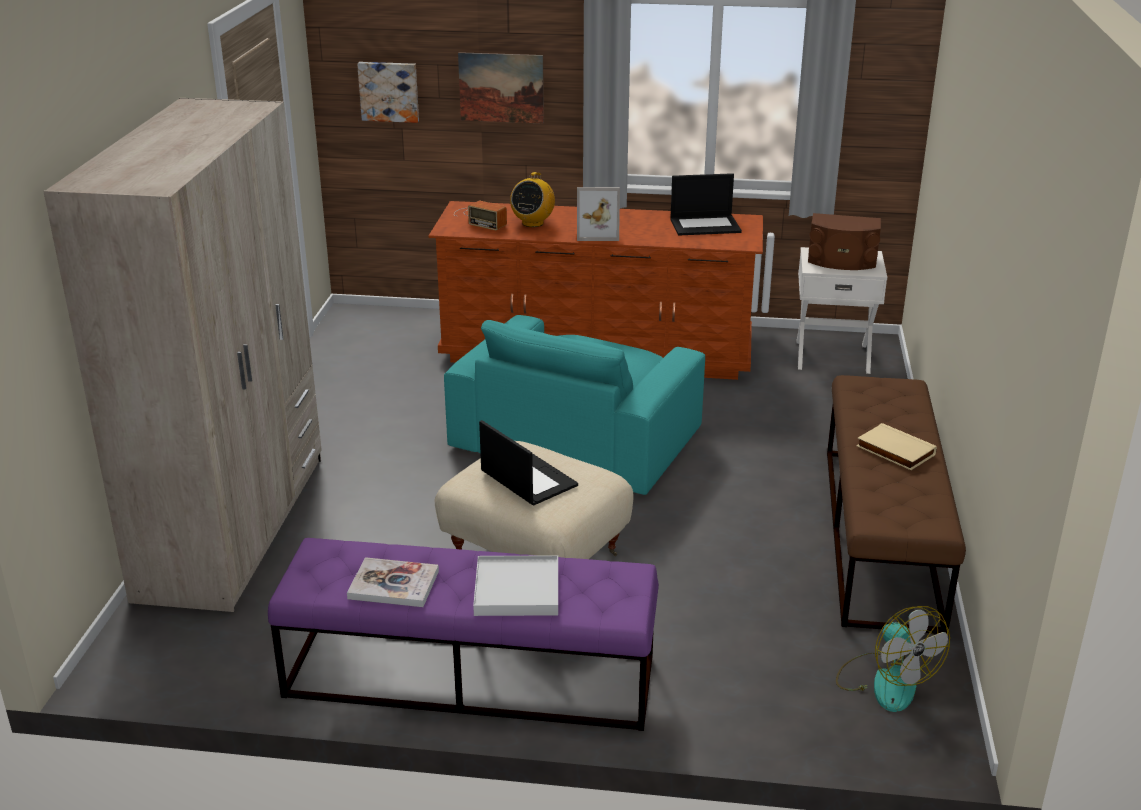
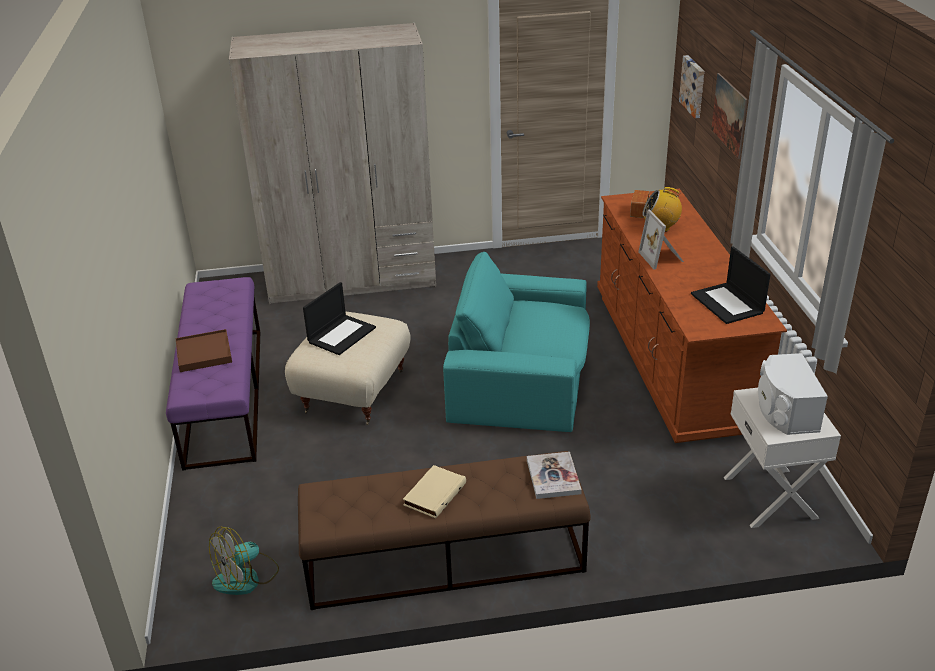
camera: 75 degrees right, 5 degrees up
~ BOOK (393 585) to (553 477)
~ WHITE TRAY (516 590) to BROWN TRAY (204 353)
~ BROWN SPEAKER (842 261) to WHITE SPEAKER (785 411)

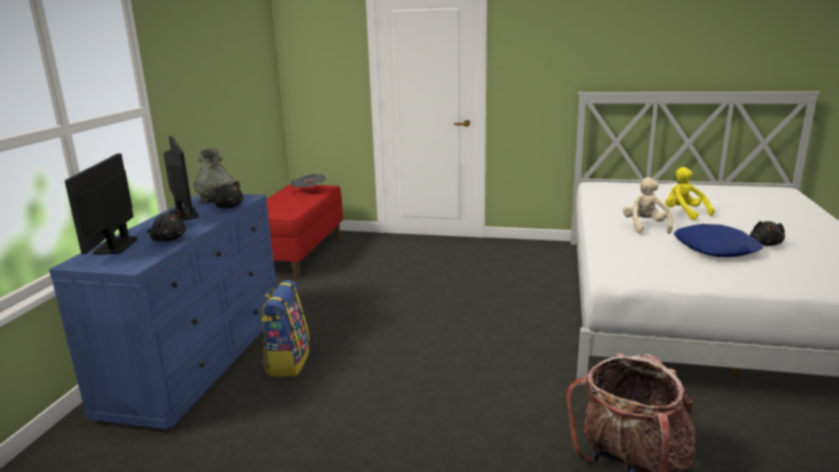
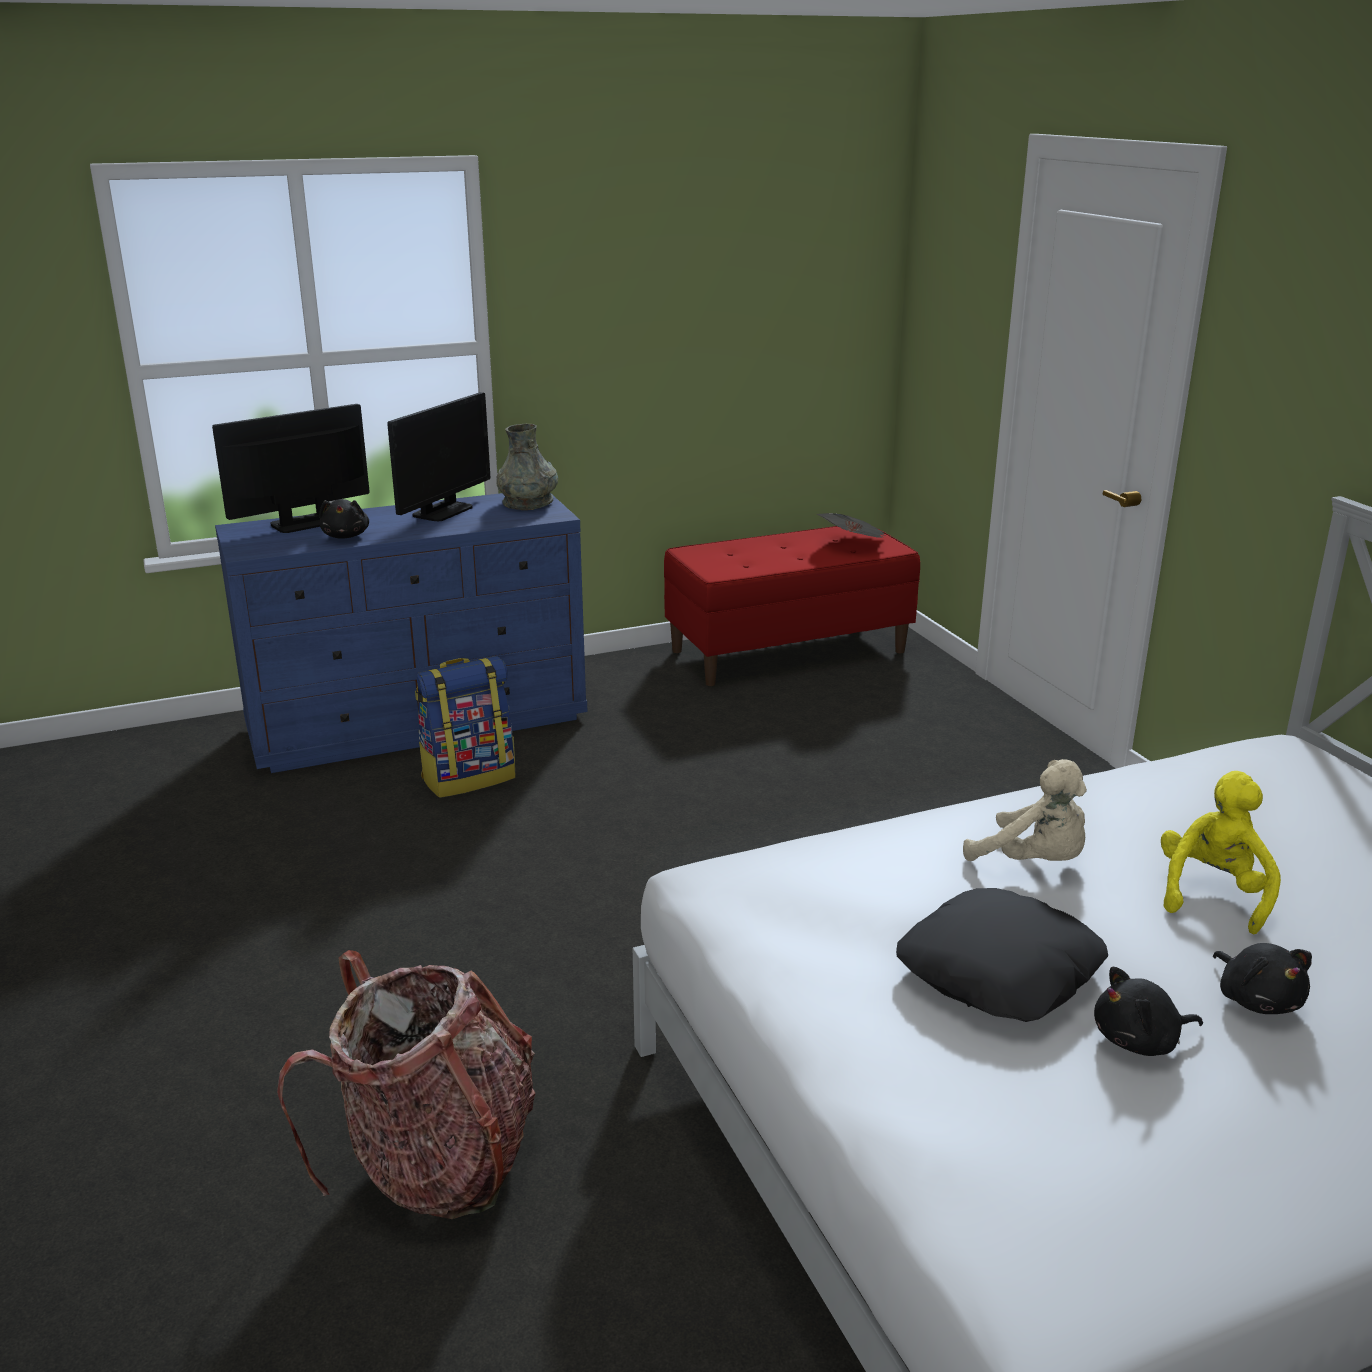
camera: 55 degrees right, 5 degrees up
~ BLACK PLUSH TOY (228 207) to (1257 999)
~ BLUE PILLOW (716 249) to BLACK PILLOW (1001 971)
~ BEIGE PLUSH TOY (645 227) = (1033 862) 75 degrees clockwise

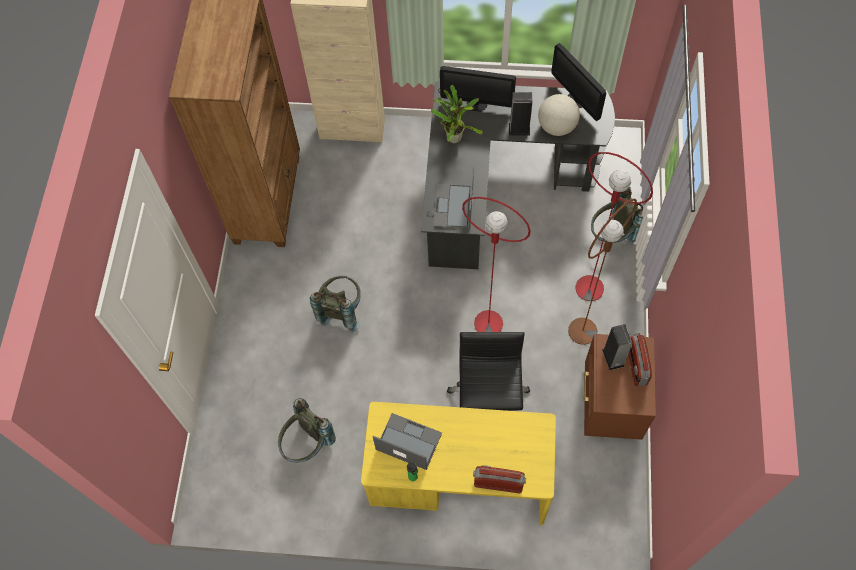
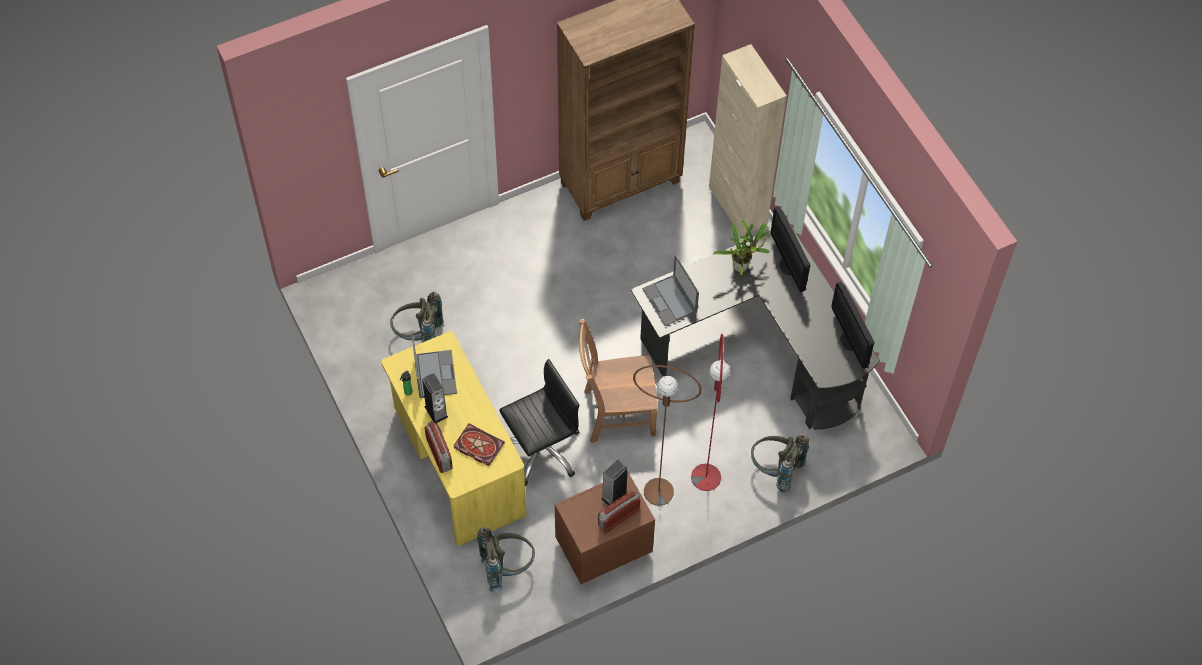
camera: 55 degrees right, 5 degrees down
- GLOBE (557 127)
+ BOOK (477 446)
~ GREY BACKPACK (341 310) to (507 567)
~ SPEAKER (519 129) to (436 411)
~ RED FLOOR LAMP (488 323) to BROWN CHAIR (615 413)
~ LAPTOP (453 207) = (670 301) 90 degrees counterclockwise
~ MONITOR (576 100) = (850 341) 45 degrees counterclockwise

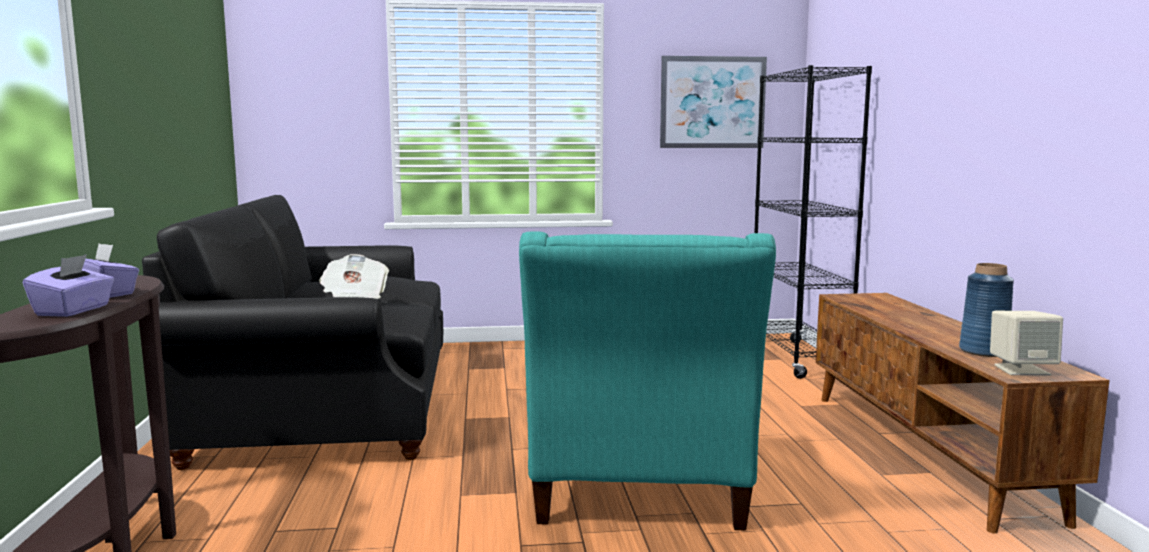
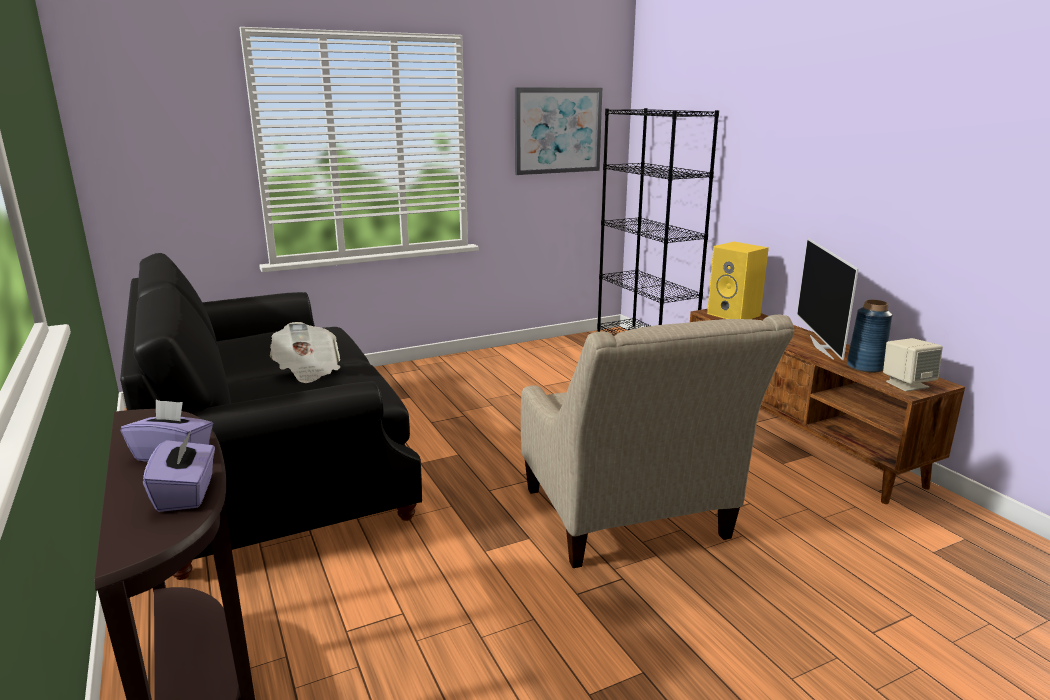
camera: 20 degrees left, 10 degrees up
+ YELLOW SPEAKER (735 315)
+ TELEVISION (822 347)
~ TURQUOISE ARMCHAIR (638 497) to BEIGE ARMCHAIR (630 522)

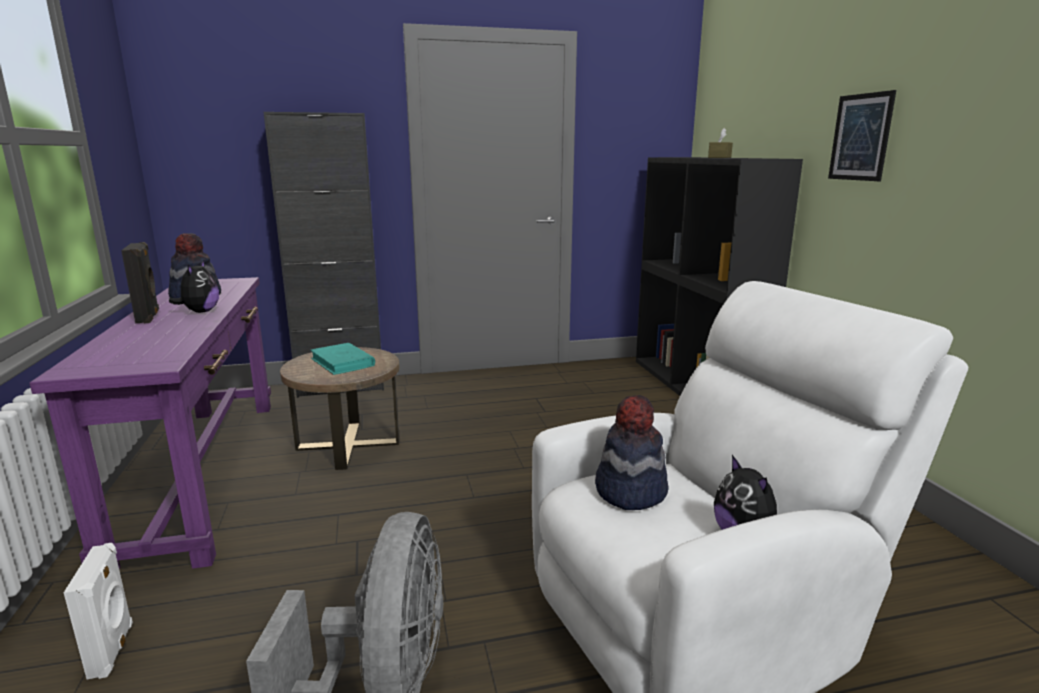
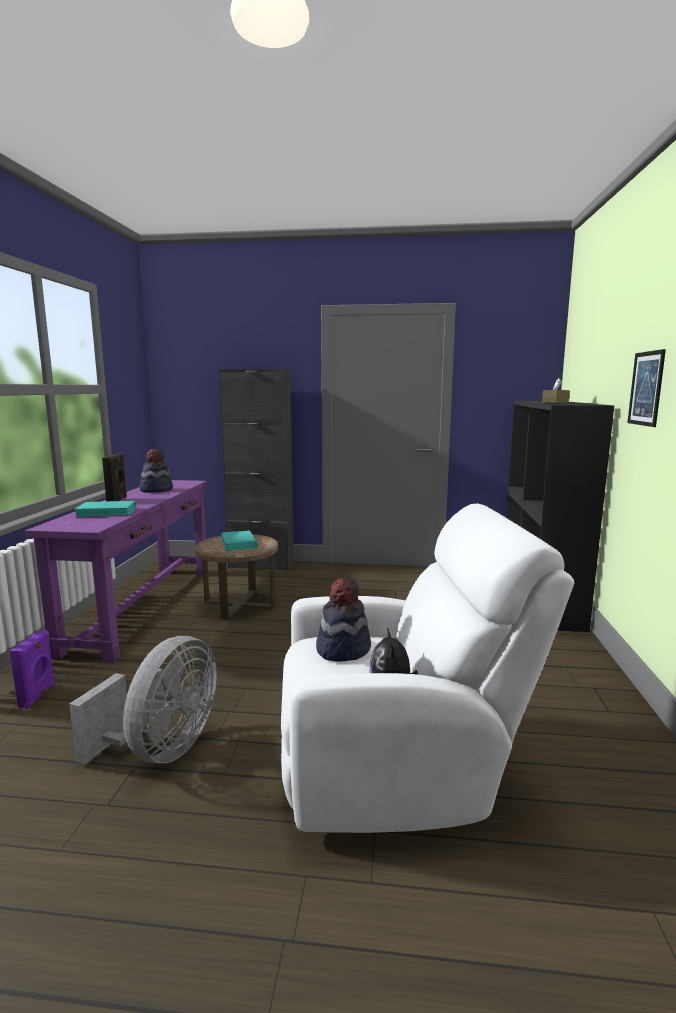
camera: 20 degrees right, 5 degrees down
- PLUSH TOY (200 312)
+ TURQUOISE BOOK (107 512)
~ WHITE SPEAKER (113 650) to PURPLE SPEAKER (38 696)

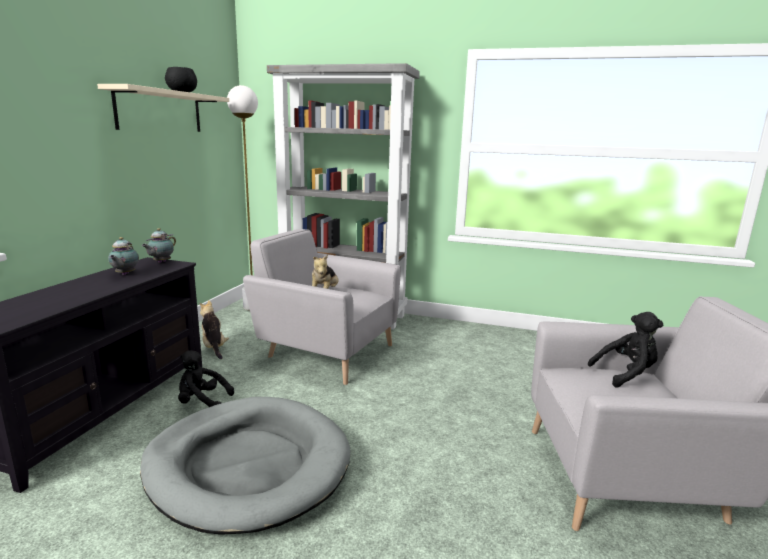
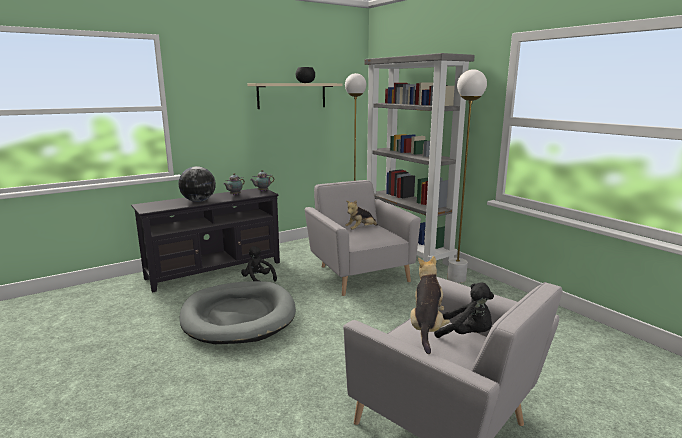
camera: 40 degrees right, 0 degrees up
+ GLOBE (199 201)
+ WHITE FLOOR LAMP (456 279)
~ PLUSH TOY (214 347) to (426 328)

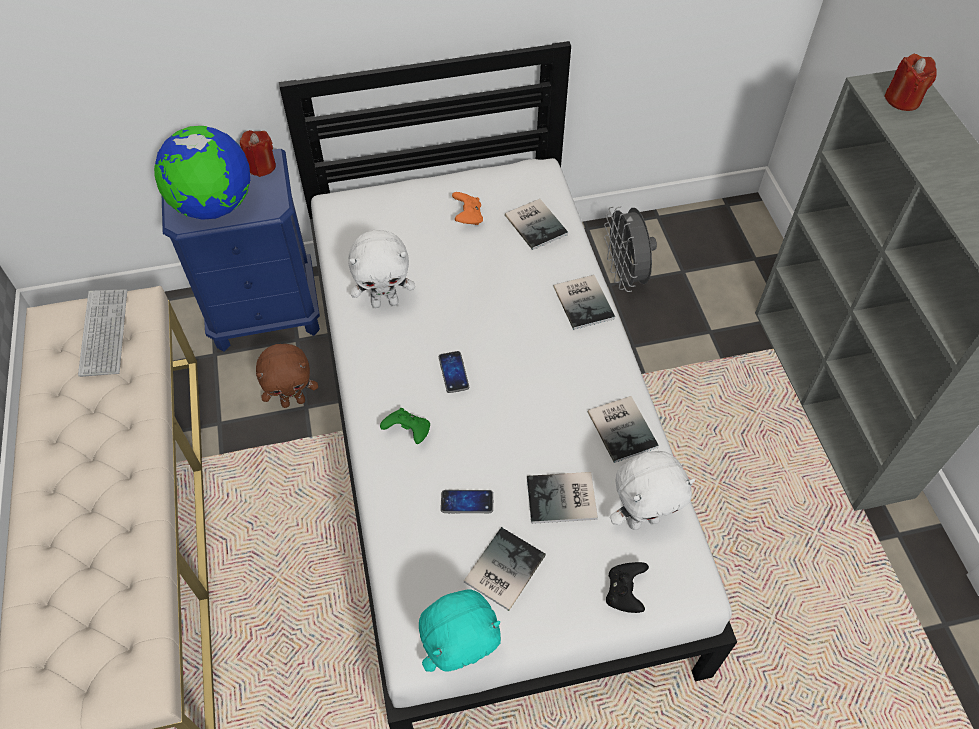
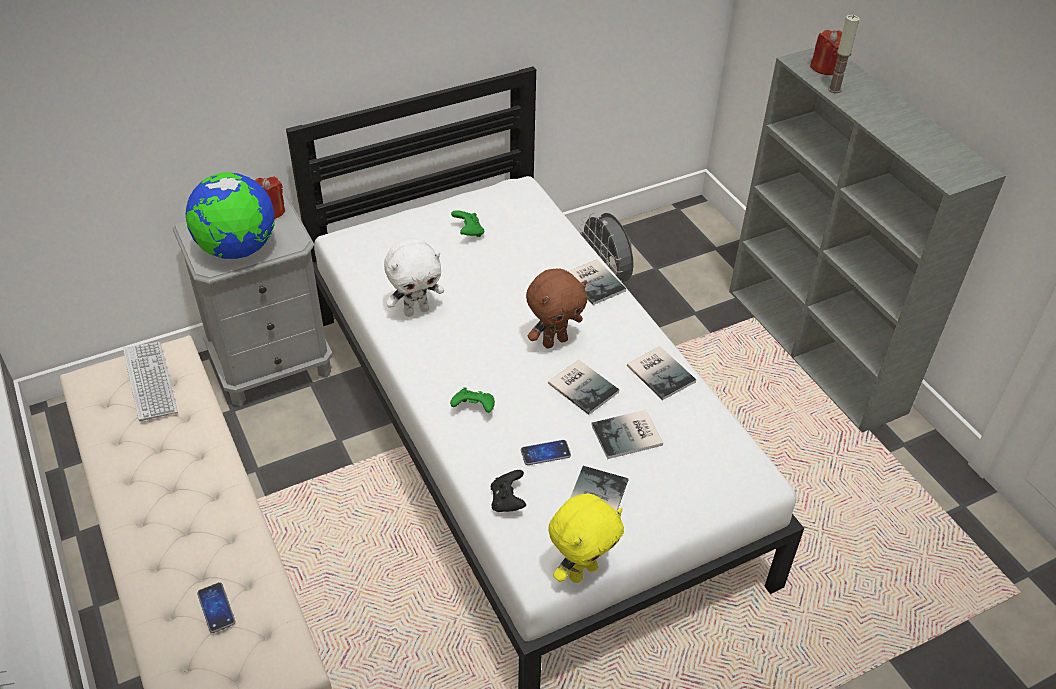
camera: 15 degrees left, 10 degrees down
- WHITE PLUSH TOY (642 519)
+ CANDLE (834 89)
~ BROWN PLUSH TOY (293 401) to (554 341)
~ PHONE (453 372) to (216 608)
~ BOOK (536 223) to (583 386)
~ BLACK GAME CONTROLLER (625 592) to (507 501)
~ BLUE NIGHTSTAND (266 312) to GREY NIGHTSTAND (272 365)
~ TURQUOISE PLUSH TOY (462 656) to YELLOW PLUSH TOY (582 571)
~ ORANGE GAME CONTROLLER (468 217) to GREEN GAME CONTROLLER (468 232)

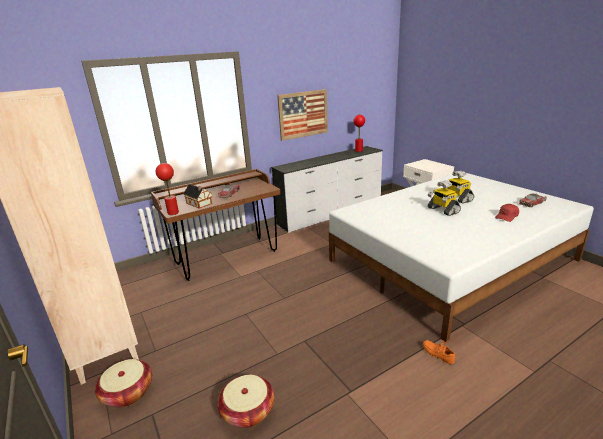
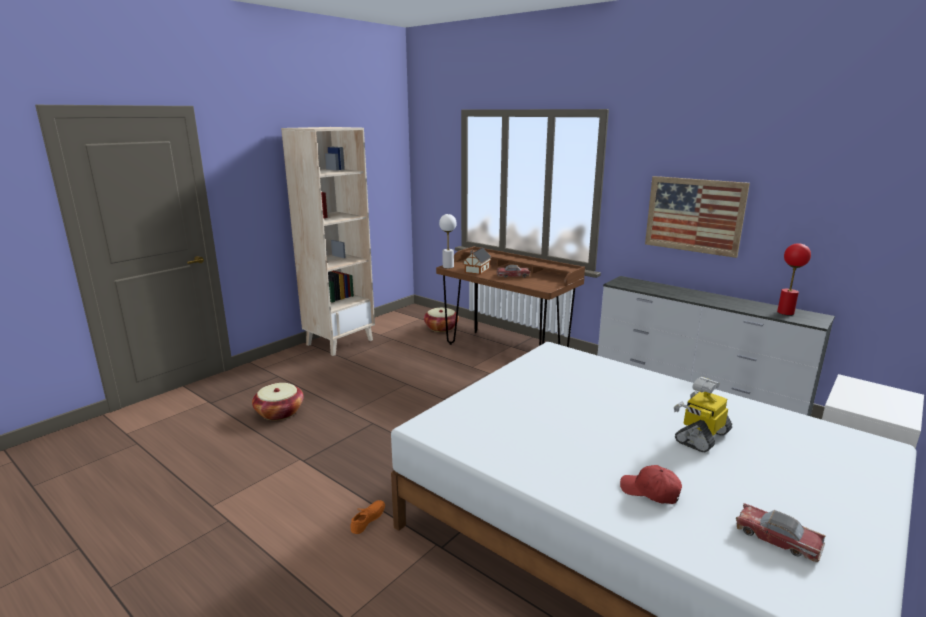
camera: 70 degrees right, 5 degrees down
- TOY ROBOT (442 210)
~ BASKET (128 393) to (441 328)
~ RED TABLE LAMP (173 213) to WHITE TABLE LAMP (448 267)

